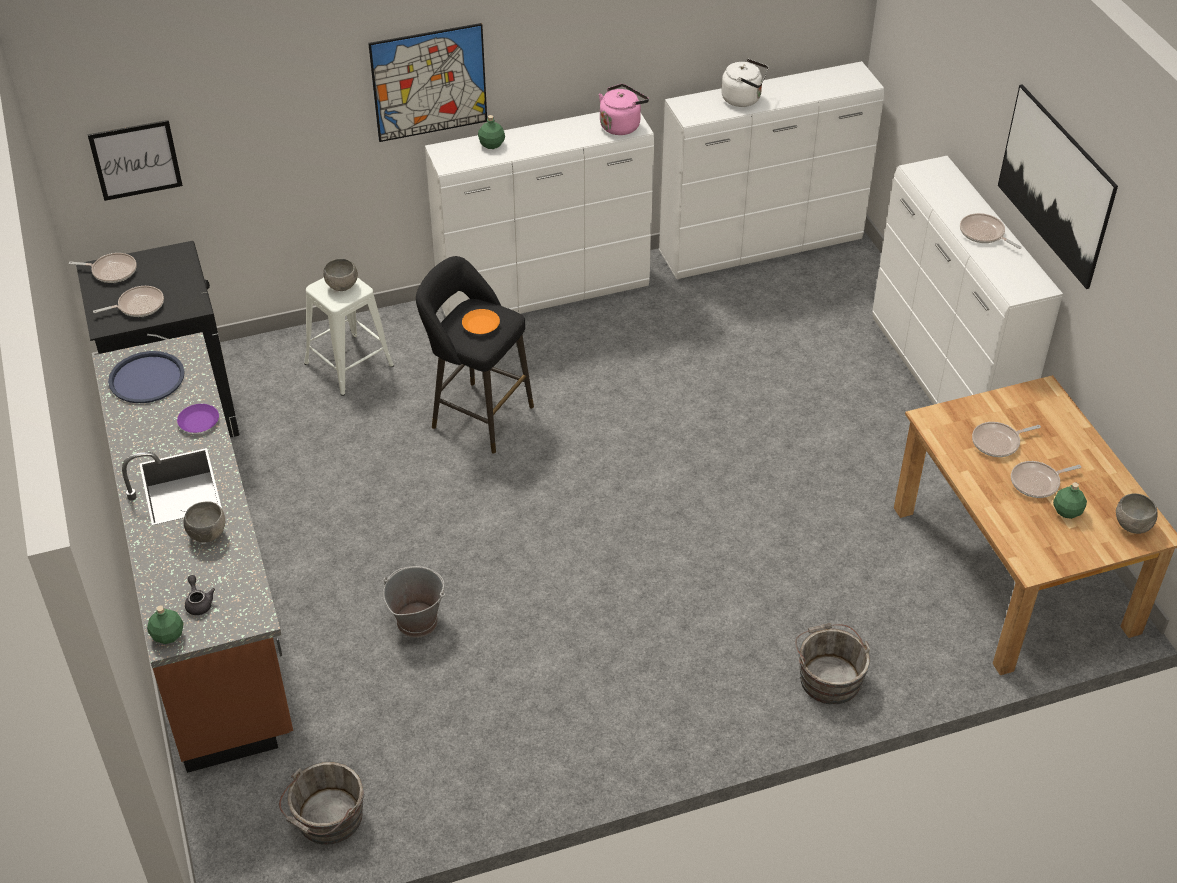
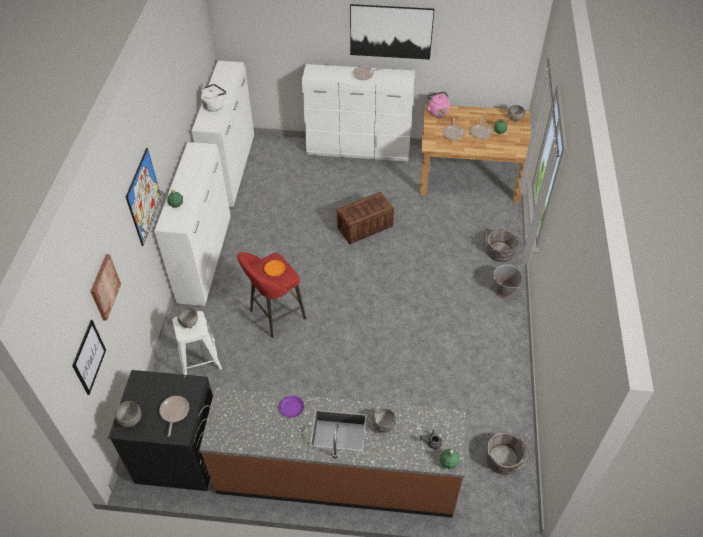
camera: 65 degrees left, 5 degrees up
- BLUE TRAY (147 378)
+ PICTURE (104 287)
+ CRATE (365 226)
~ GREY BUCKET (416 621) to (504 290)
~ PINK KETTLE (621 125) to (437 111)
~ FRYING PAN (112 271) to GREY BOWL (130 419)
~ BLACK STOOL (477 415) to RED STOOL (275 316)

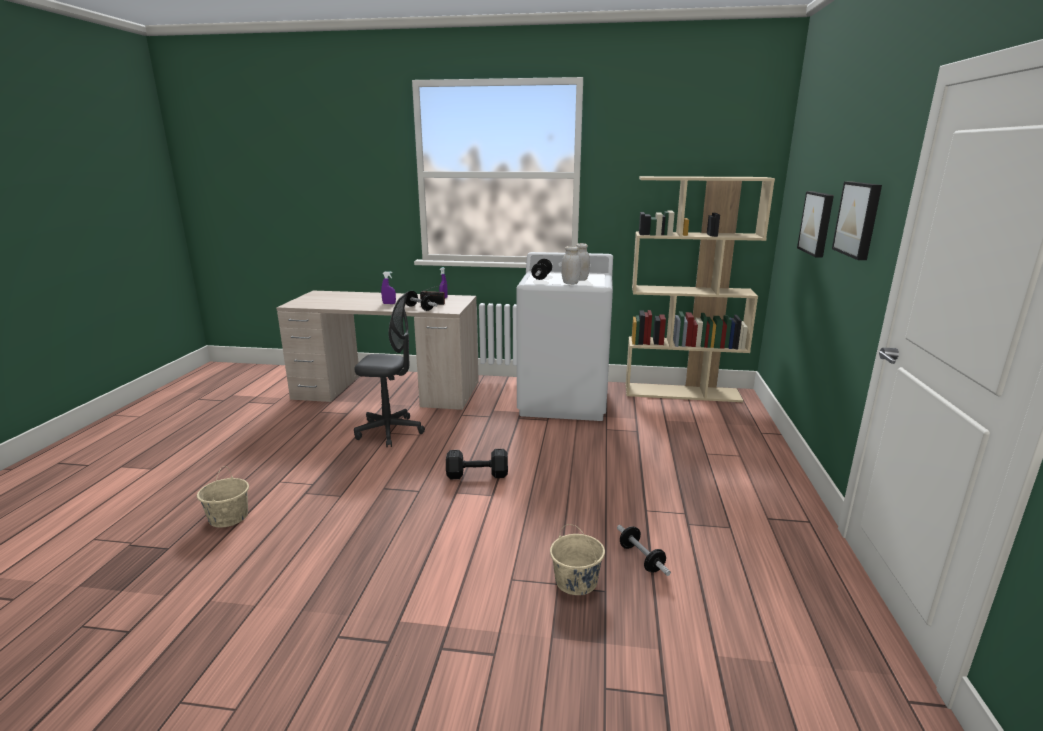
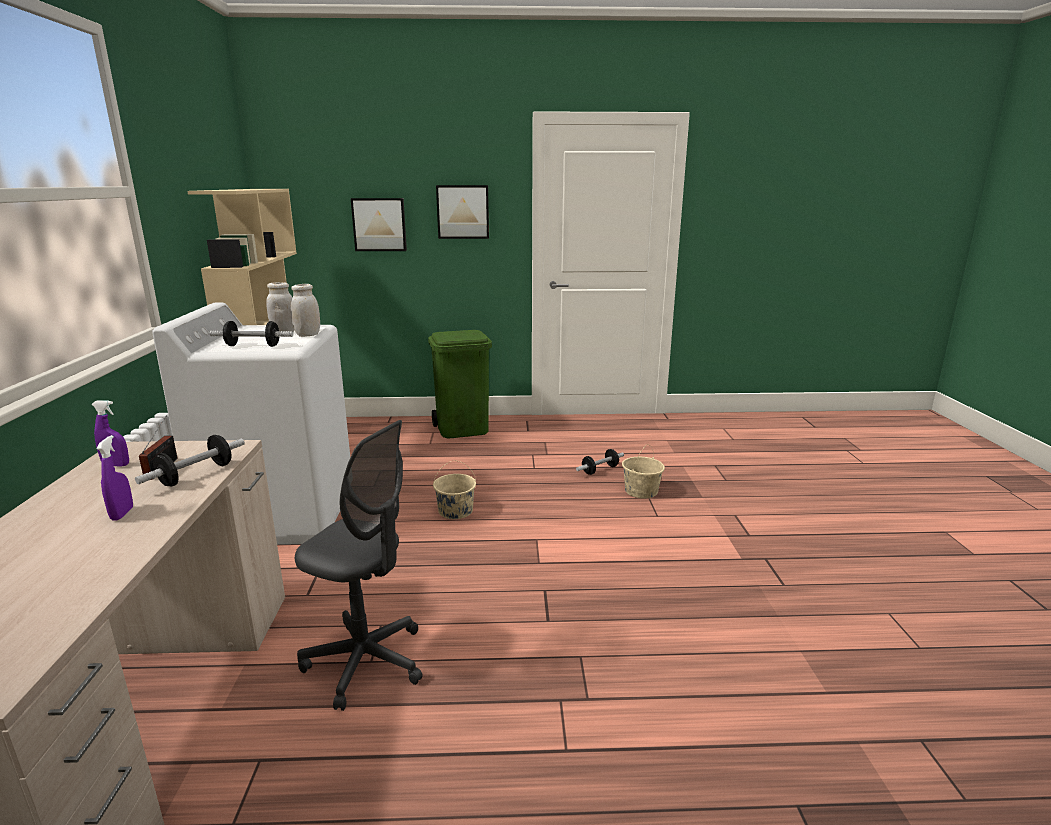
camera: 100 degrees left, 0 degrees up
- BLACK DUMBBELL (476 474)
+ GREEN TRASH CAN (463 429)
~ BEIGE BUCKET (229 517) to (455 511)
~ GREY OFFICE CHAIR (390 431) = (366 662) 120 degrees clockwise

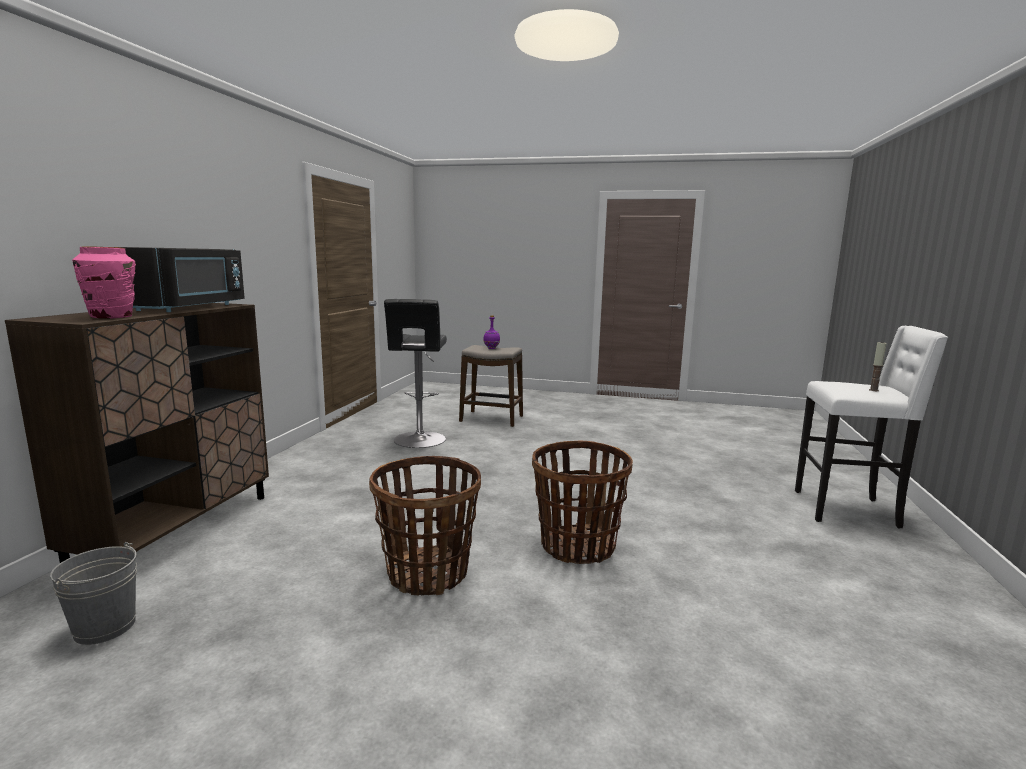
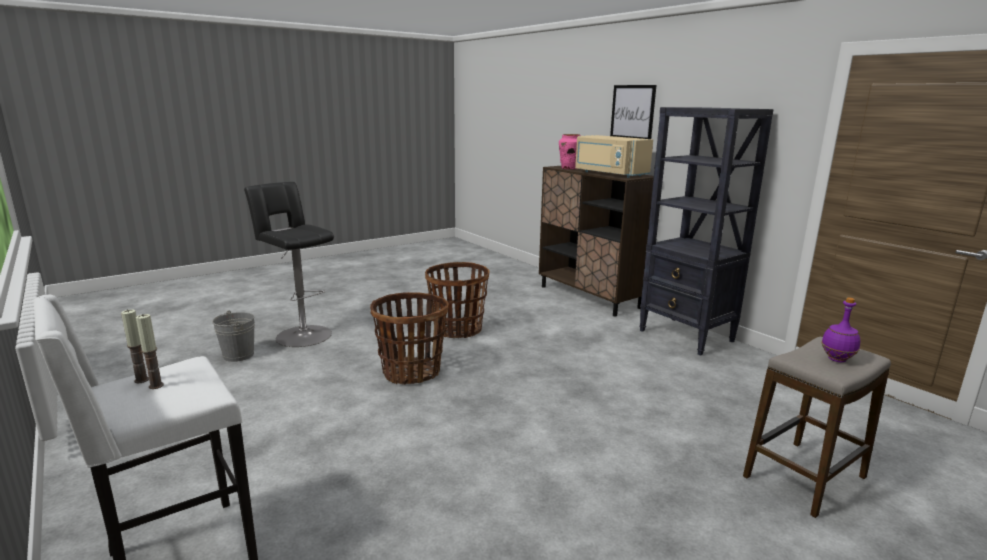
camera: 130 degrees right, 5 degrees up
+ CANDLE (156 385)
+ PICTURE (632 112)
+ BLACK BOOKCASE (686 336)
~ GREY BUCKET (104 627) to (238 355)
~ BLACK STOOL (419 440) to (301 334)
~ BLACK MICROWAVE (189 308) to BEIGE MICROWAVE (609 174)

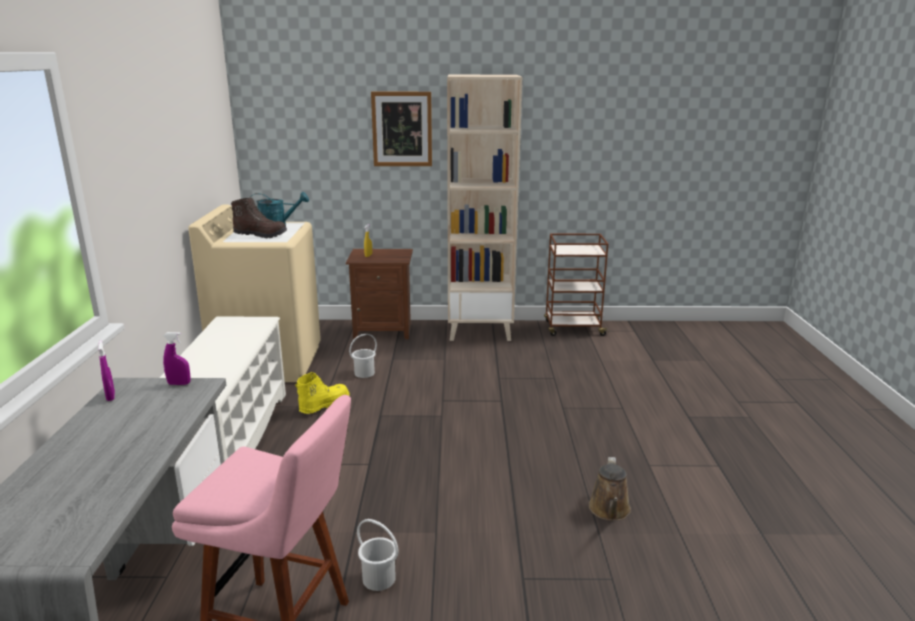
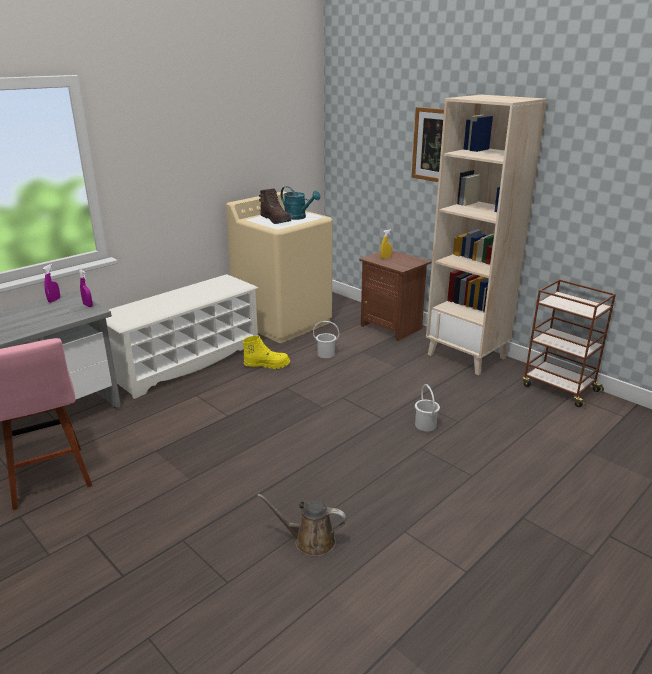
camera: 45 degrees right, 5 degrees up
~ WHITE BUCKET (379 578) to (425 425)
~ BROWN WATERING CAN (609 511) = (310 541) 45 degrees clockwise

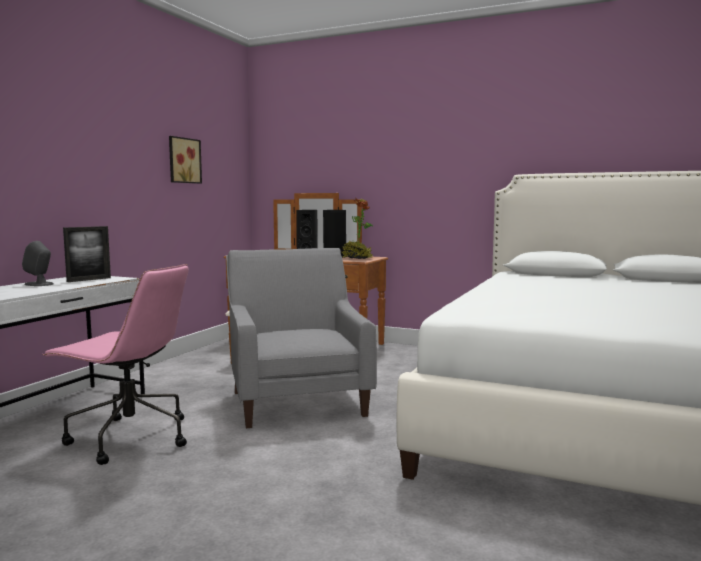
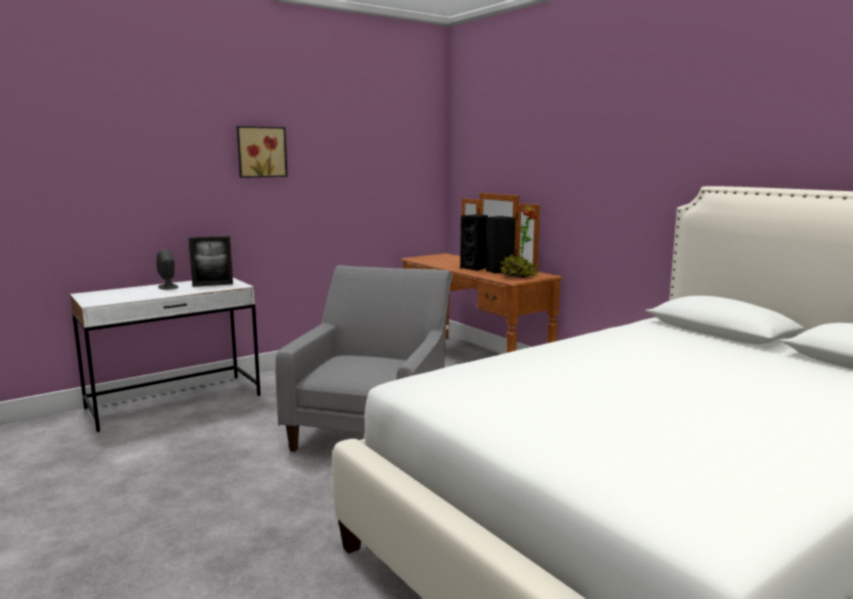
camera: 30 degrees right, 5 degrees up
- PINK OFFICE CHAIR (128 438)
~ PICTURE (183 160) to (261 152)

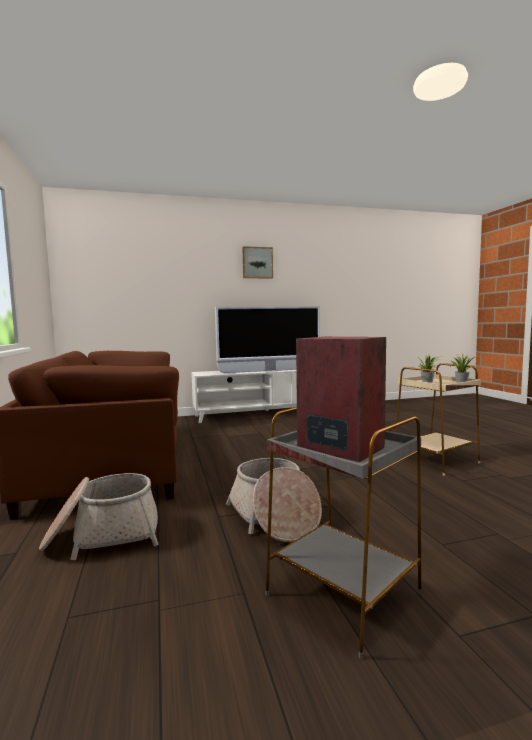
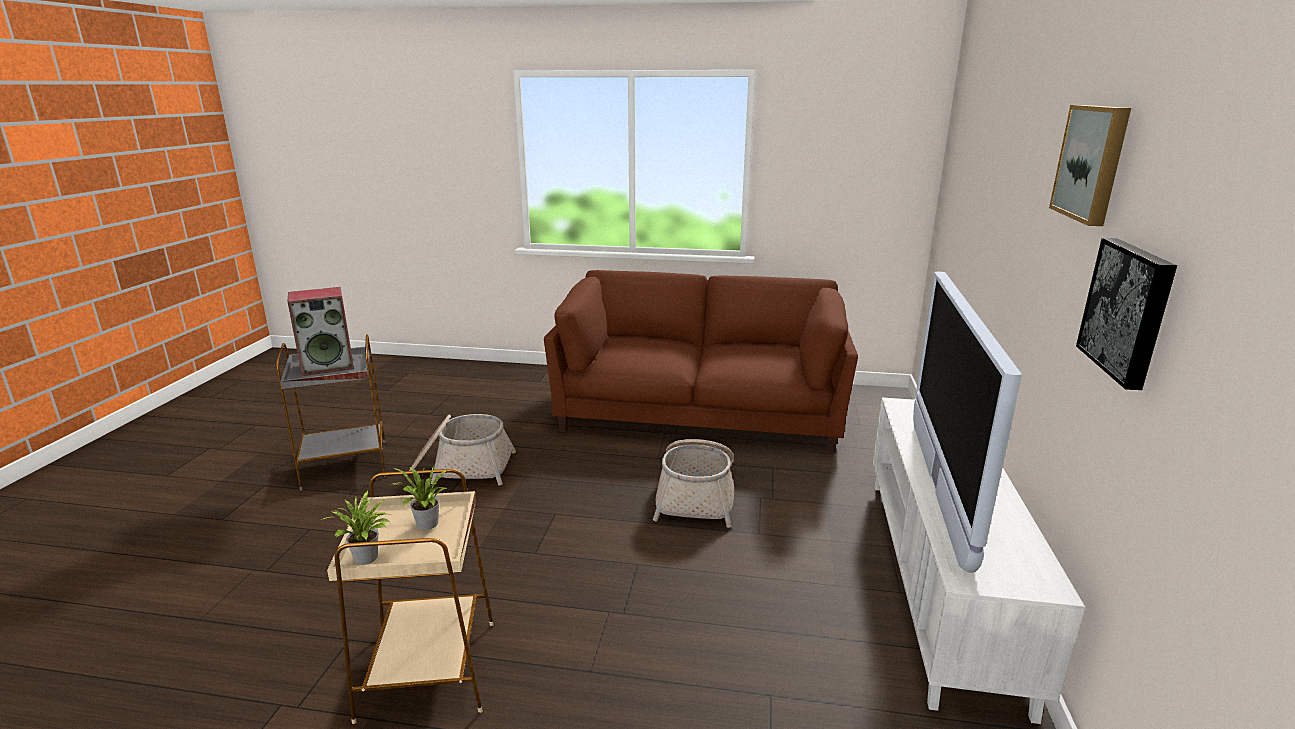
camera: 115 degrees right, 15 degrees up
+ PICTURE (1129 310)
~ BASKET (103 535) to (696 496)

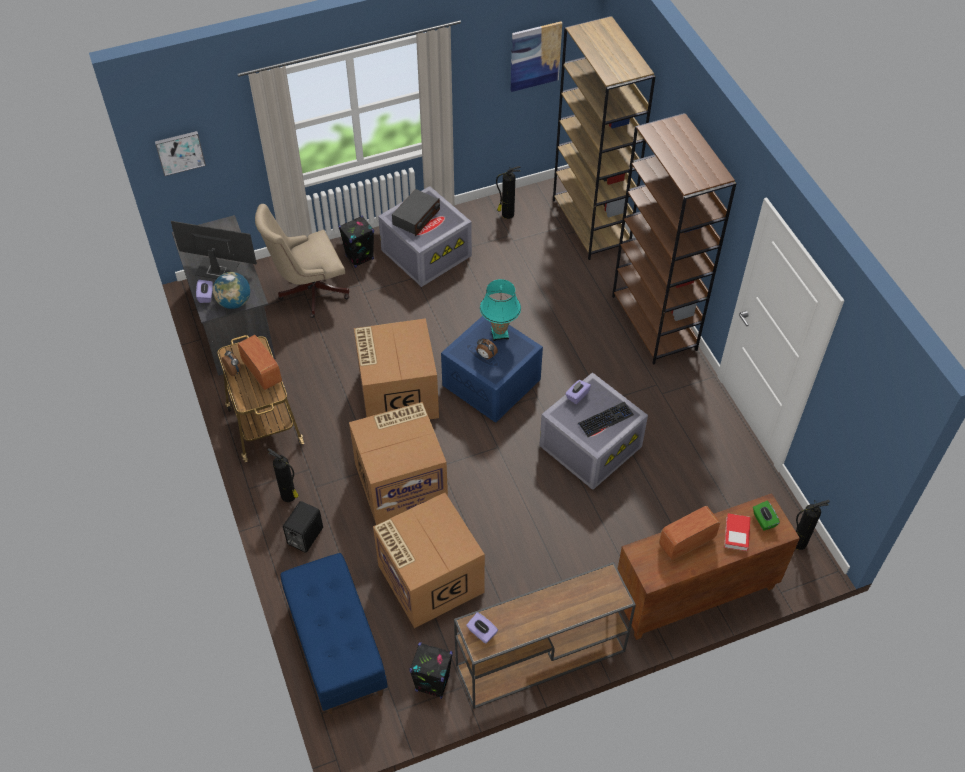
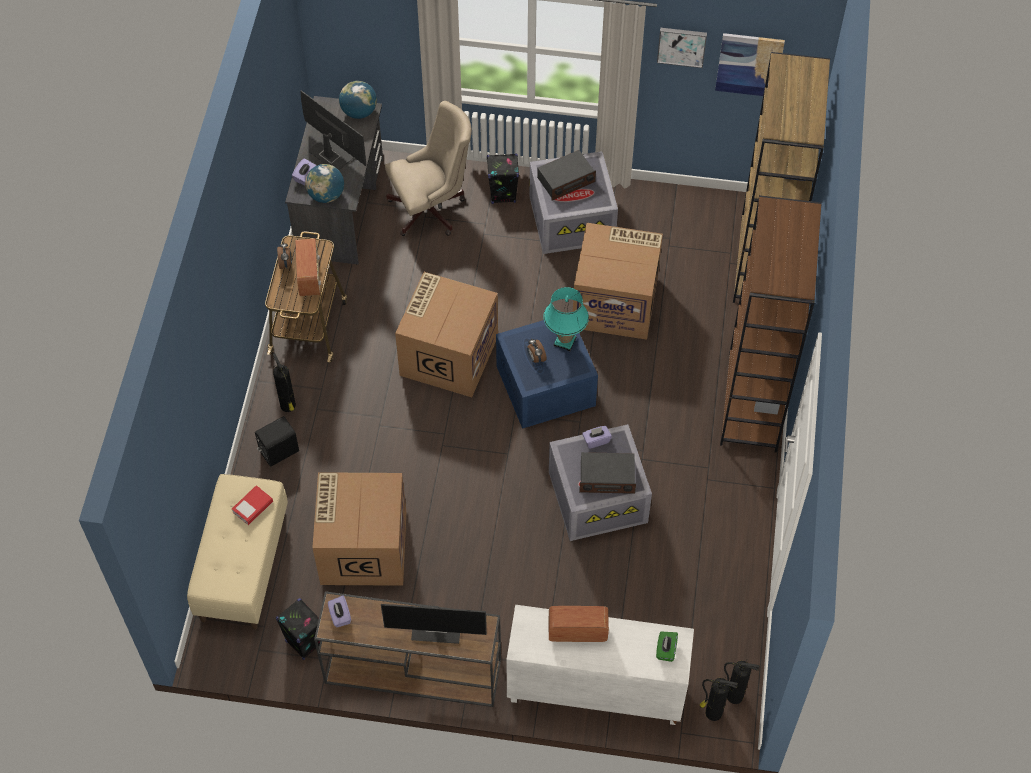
camera: 30 degrees right, 5 degrees up
+ GLOBE (359 112)
+ MONITOR (437 628)
~ PICTURE (180 152) to (682 46)
~ CARDBOARD BOX (402 482) to (616 302)
~ FIRE EXTINGUISHER (507 214) to (712 712)
~ BOOK (736 534) to (253 507)
~ KEYBOARD (605 419) to RADIO (607 478)
~ BLUE BENCH (335 647) to BEIGE BENCH (243 565)
~ BROWN CABINET (694 595) to WHITE CABINET (594 691)
~ BEIGE OFFICE CHAIR (309 291) = (432 209) 150 degrees clockwise

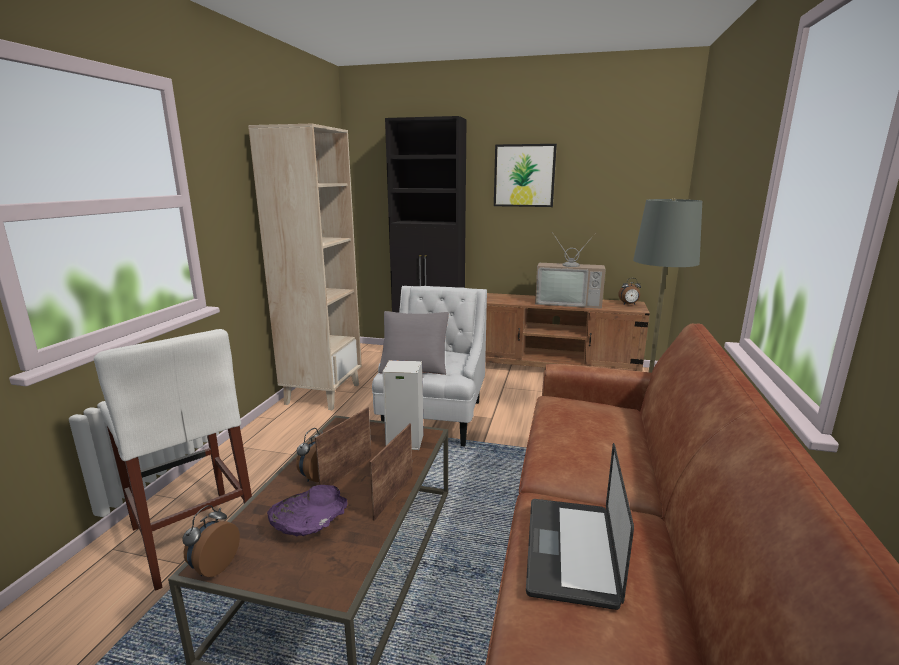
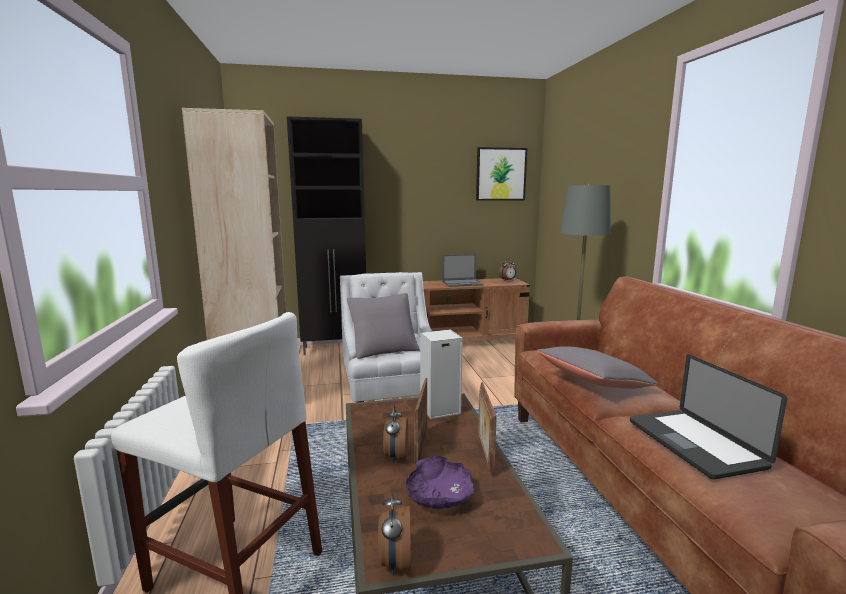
camera: 25 degrees left, 5 degrees down
+ GREY PILLOW (594 383)
~ PICTURE (524 175) to (501 174)
~ TELEVISION (568 302) to LAPTOP (462 283)

